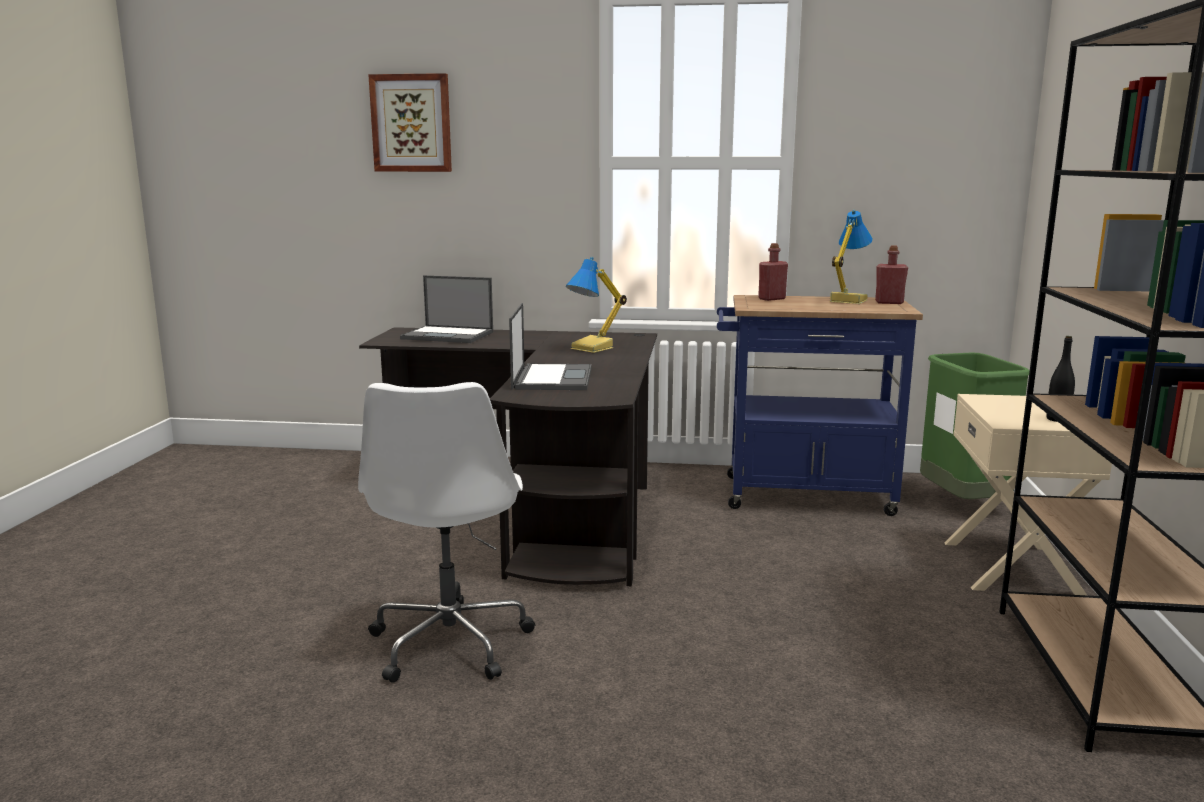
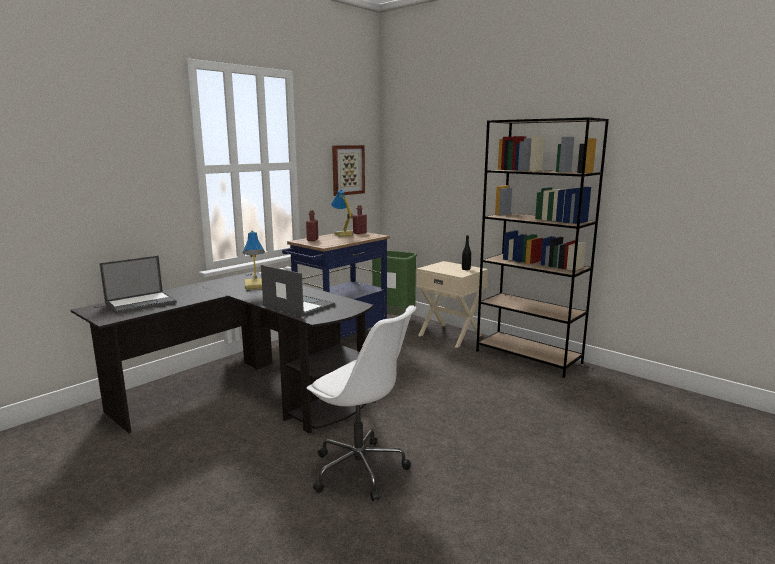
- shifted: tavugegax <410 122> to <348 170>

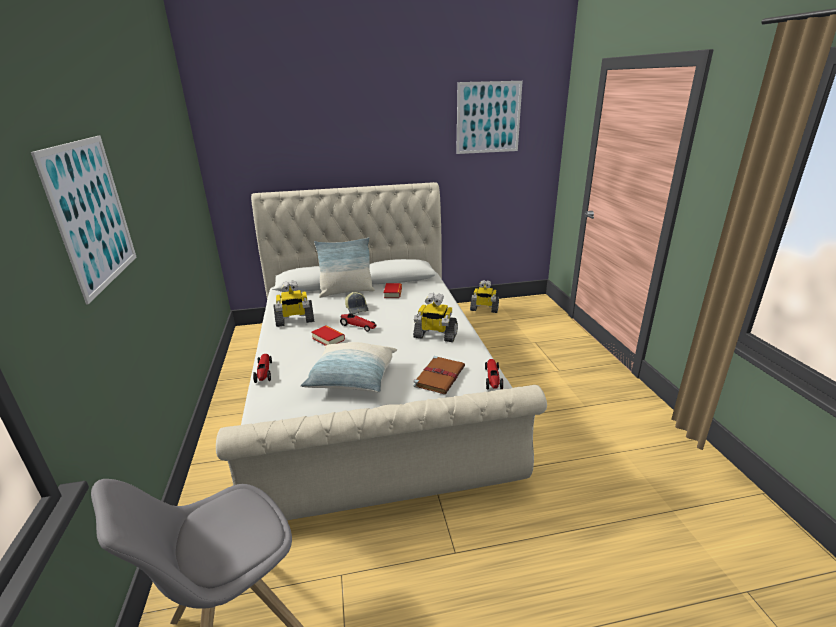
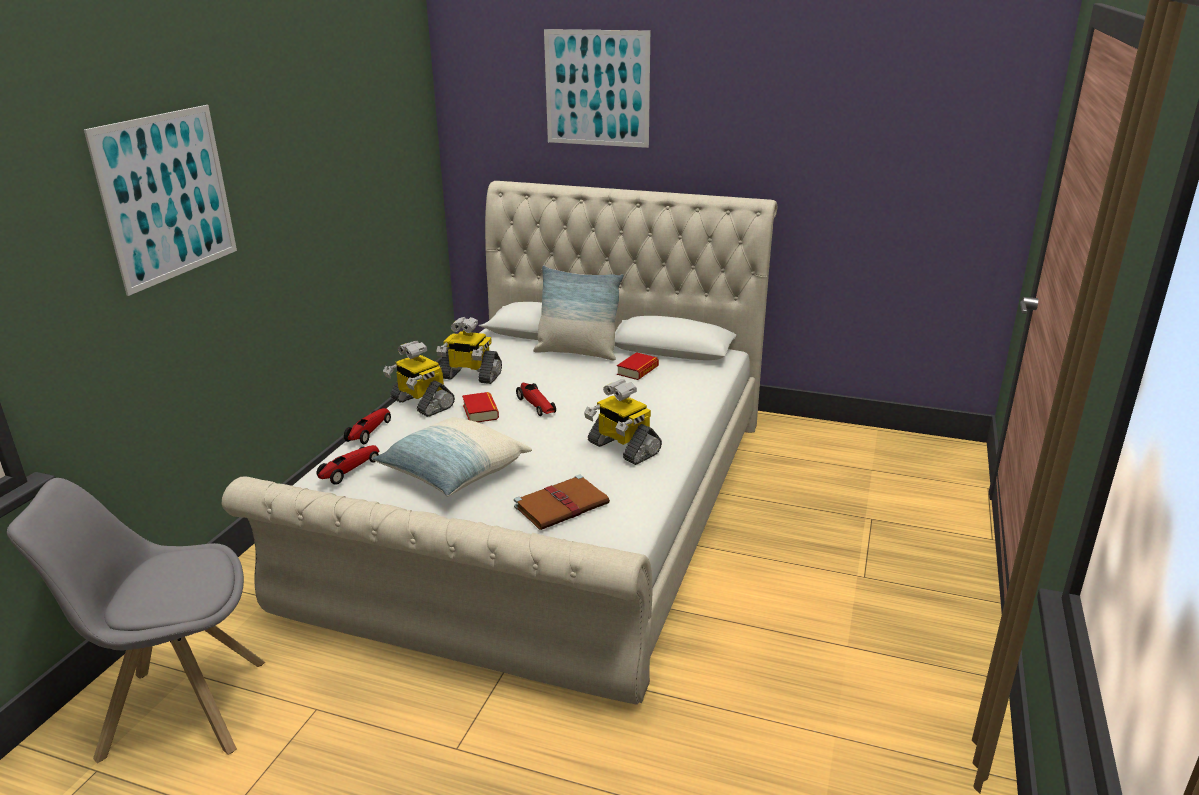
- gone: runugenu <356 303>
- shifted: tavugegax <489 117> to <597 88>
- shifted: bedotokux <484 296> to <419 379>
- shifted: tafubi <494 374> to <348 465>

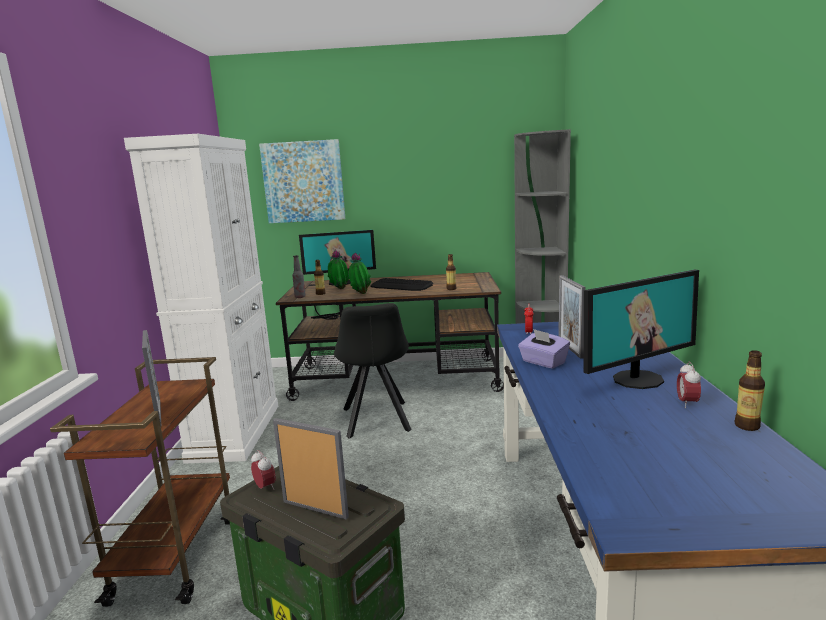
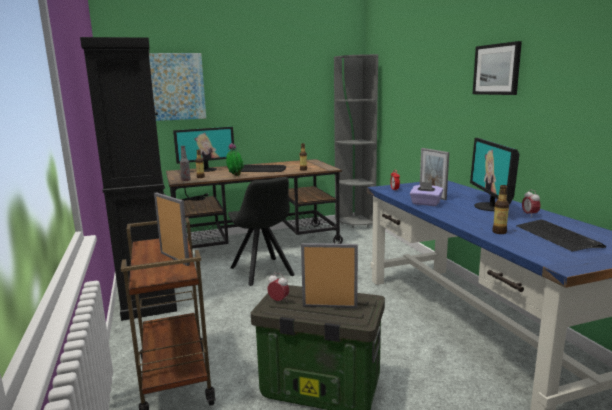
- gone: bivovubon <338 269>
- new: tavugegax <497 68>
- new: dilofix <561 235>
- shifted: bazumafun <750 390> to <500 209>
- repainted: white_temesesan <201 299> to black_temesesan <128 179>
- rotated: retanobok <641 329> = <495 174> 135 degrees clockwise

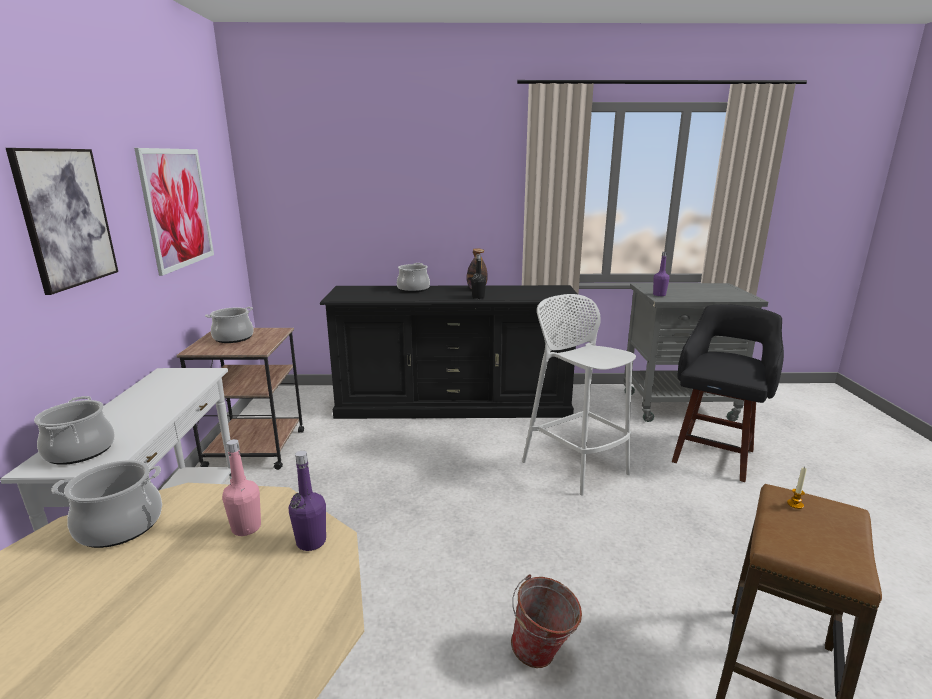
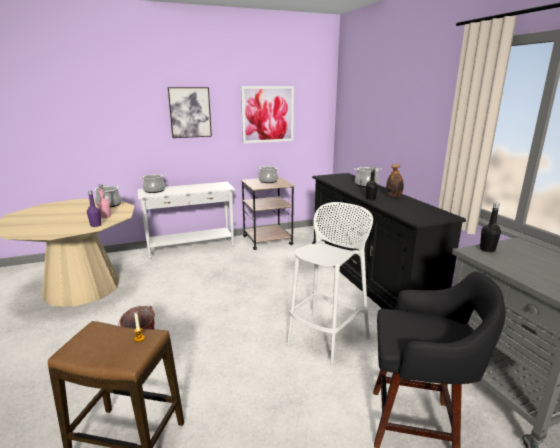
- repainted: purple_bazumafun <661 274> to black_bazumafun <490 227>

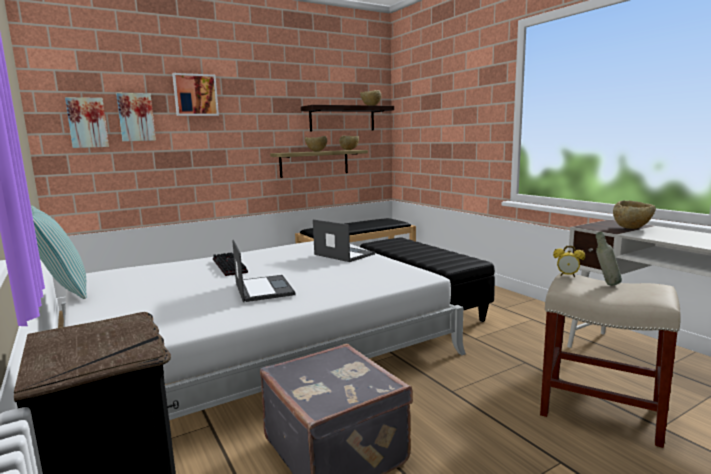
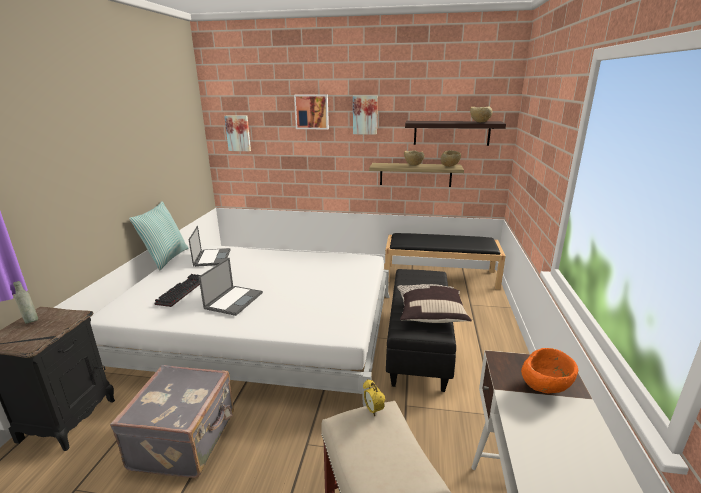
- new: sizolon <434 303>
- shifted: tavugegax <136 117> to <365 115>
- shifted: dilofix <230 264> to <177 290>
- shifted: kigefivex <344 241> to <209 246>
- shifted: grey_bazumafun <609 258> to <25 302>
- repainted: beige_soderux <634 214> to orange_soderux <549 371>

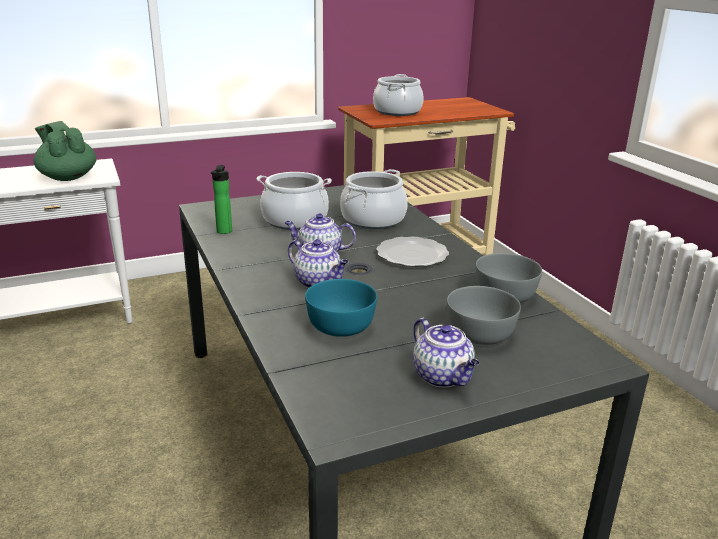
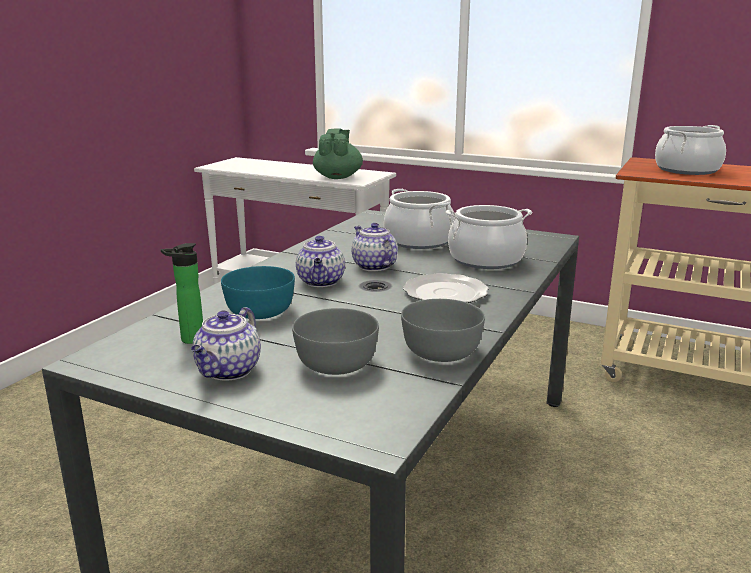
- shifted: bazumafun <221 199> to <182 293>

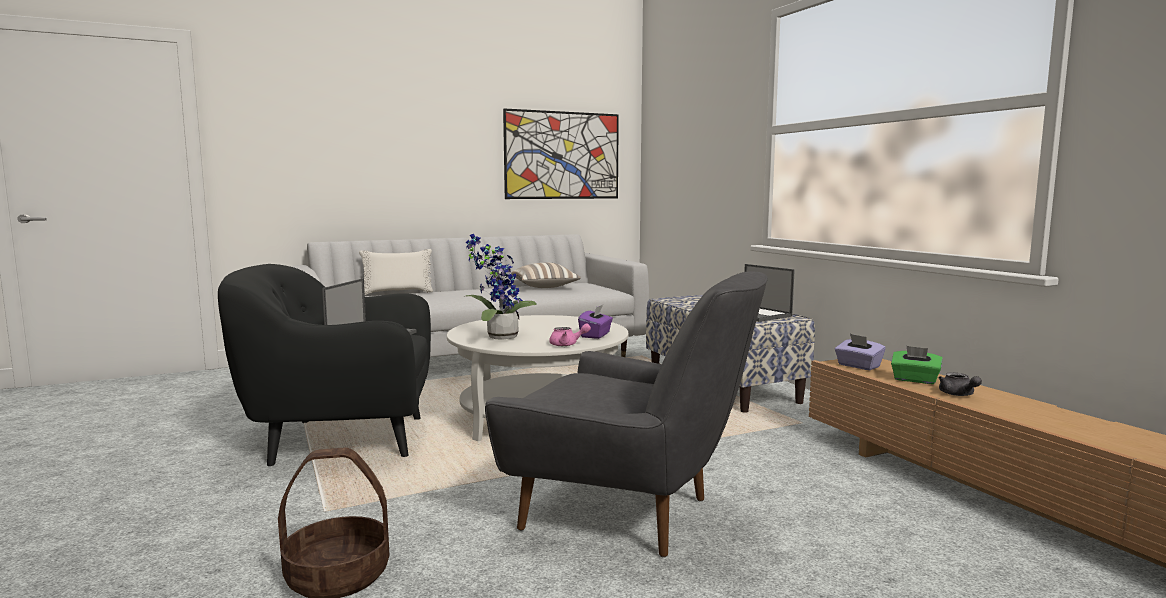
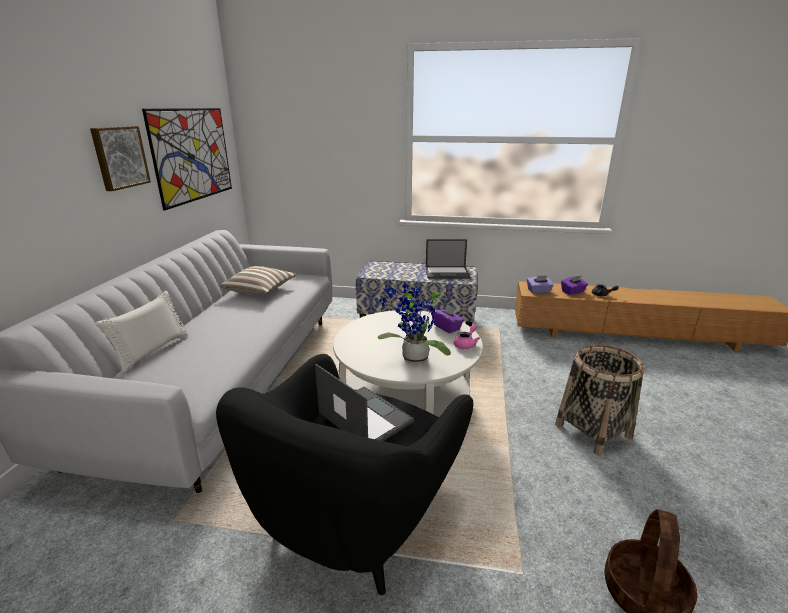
- new: tavugegax <120 158>
- swapped: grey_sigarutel <626 415> to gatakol <599 400>
- repainted: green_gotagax <917 365> to purple_gotagax <574 285>

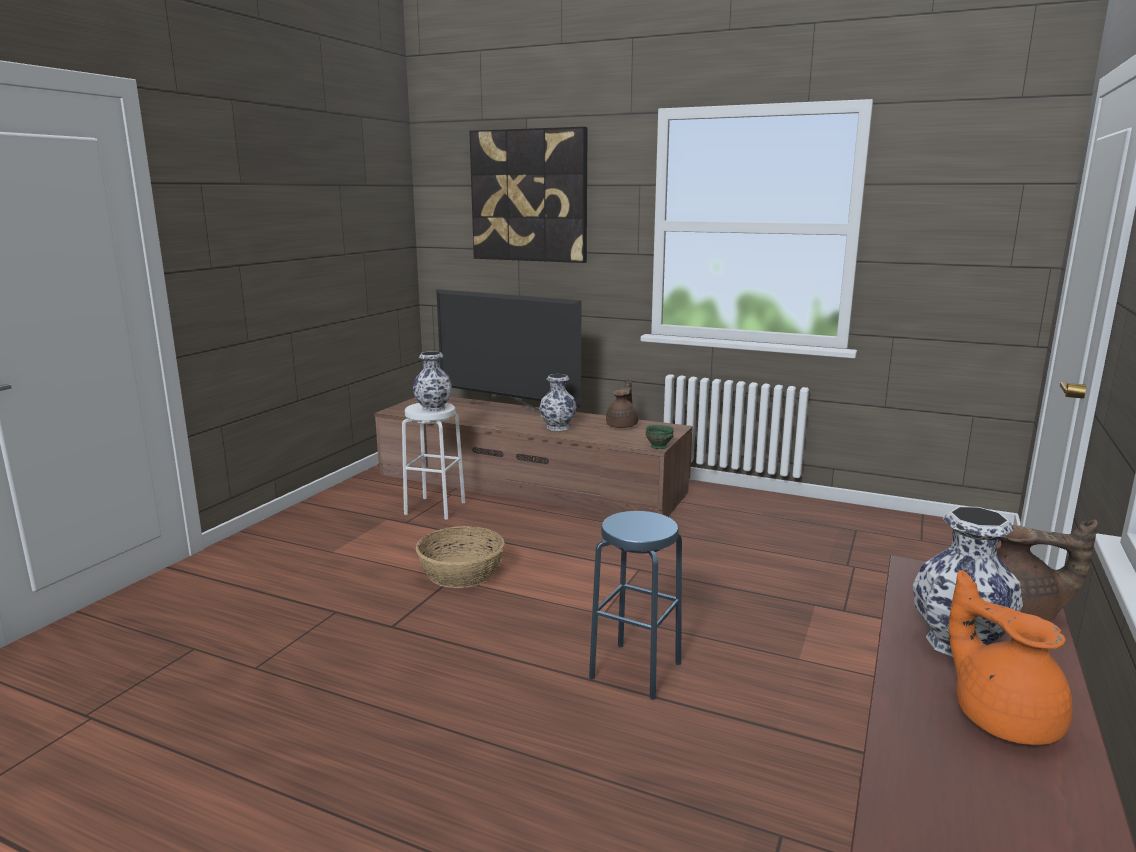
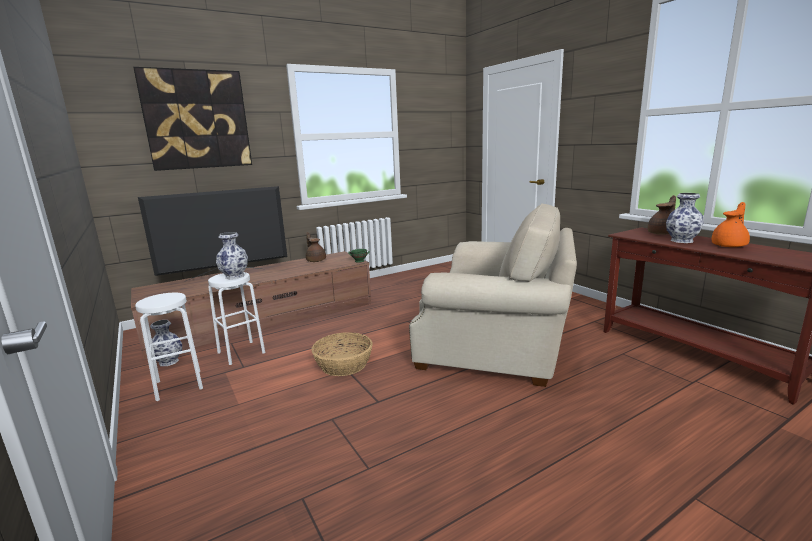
- new: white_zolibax <169 347>
- shifted: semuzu <558 402> to <166 343>
- swapped: blue_zolibax <635 605> to beige_sigarutel <493 295>
- rotated: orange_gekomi <1011 657> = <730 224> 135 degrees clockwise

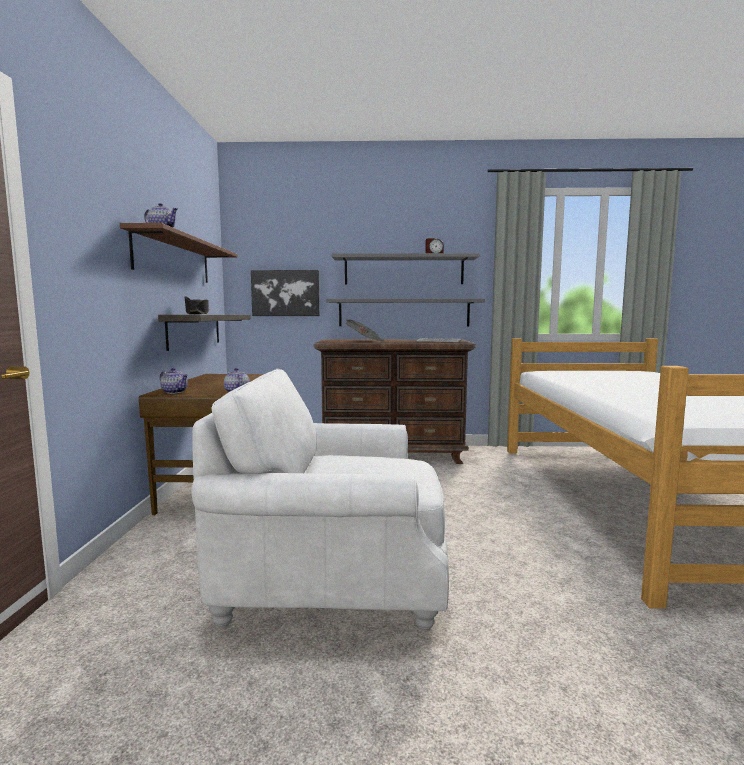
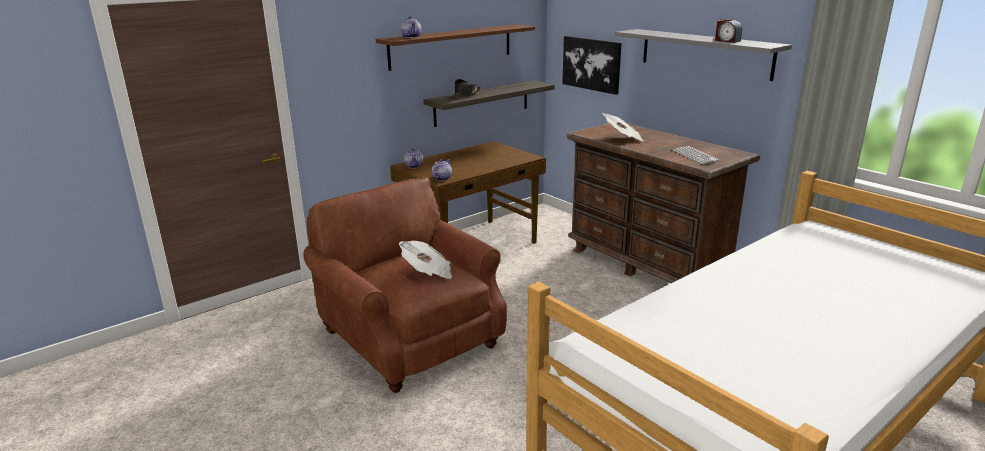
- gone: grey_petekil <405 312>
- new: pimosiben <425 260>
- repainted: white_sigarutel <320 500> to brown_sigarutel <405 285>

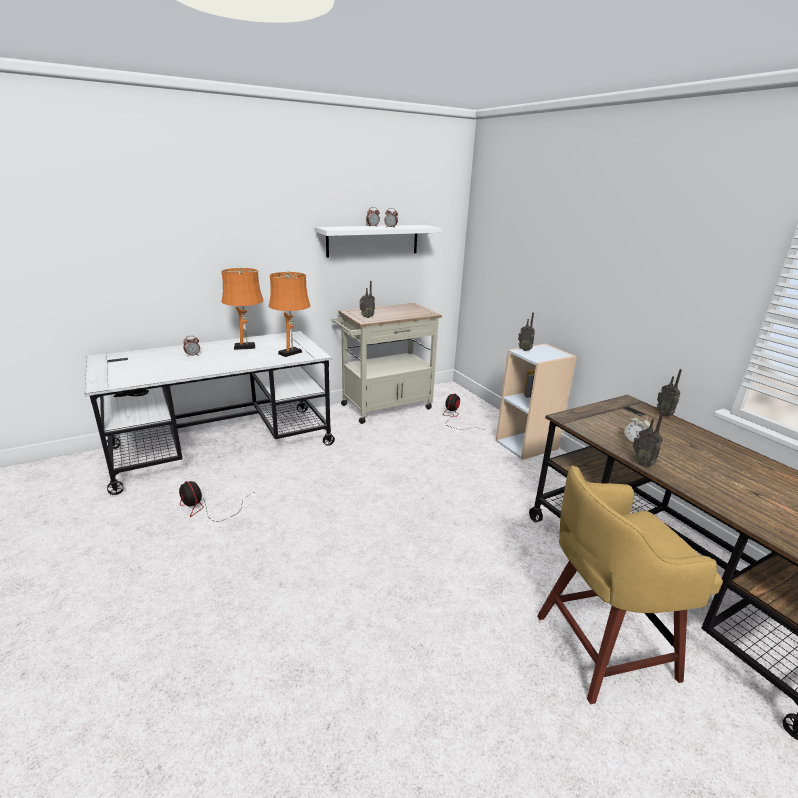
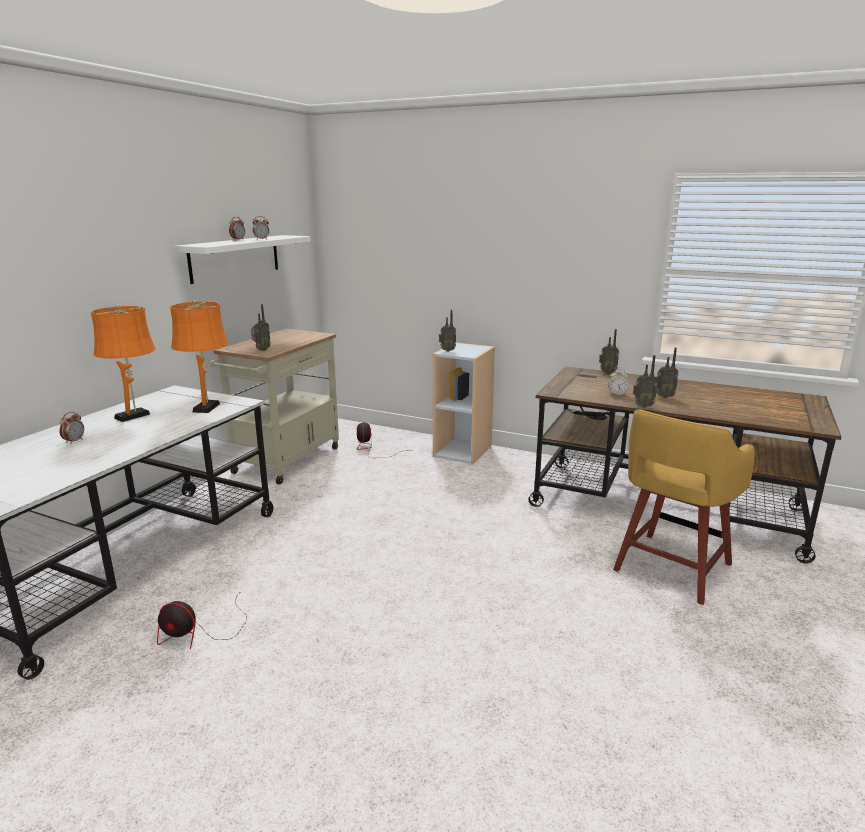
- new: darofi <667 373>

